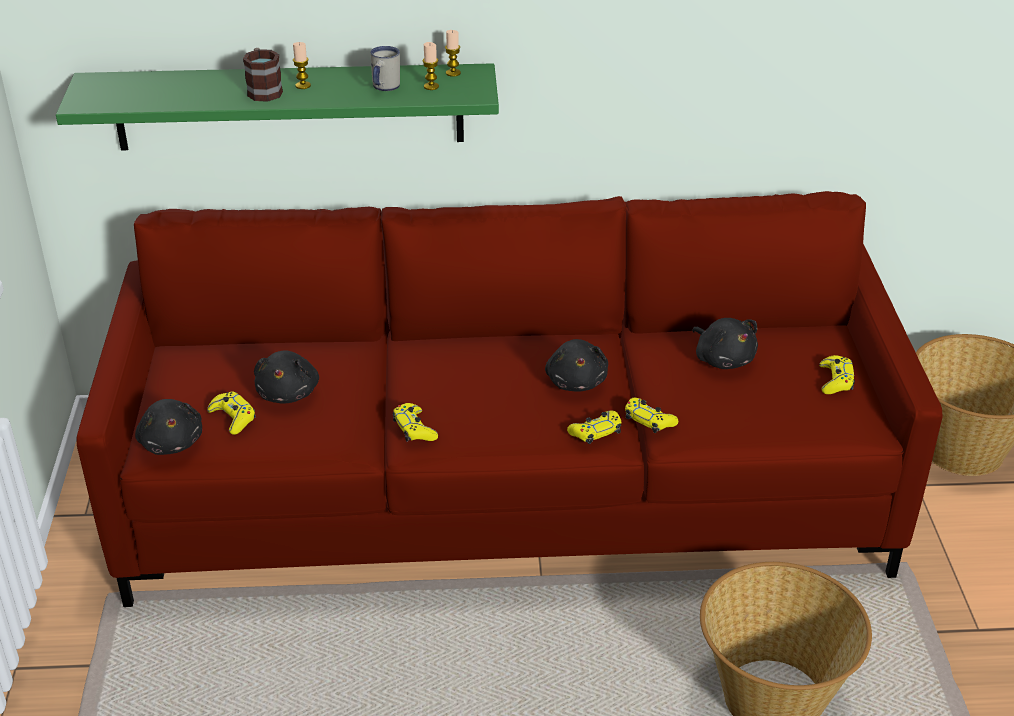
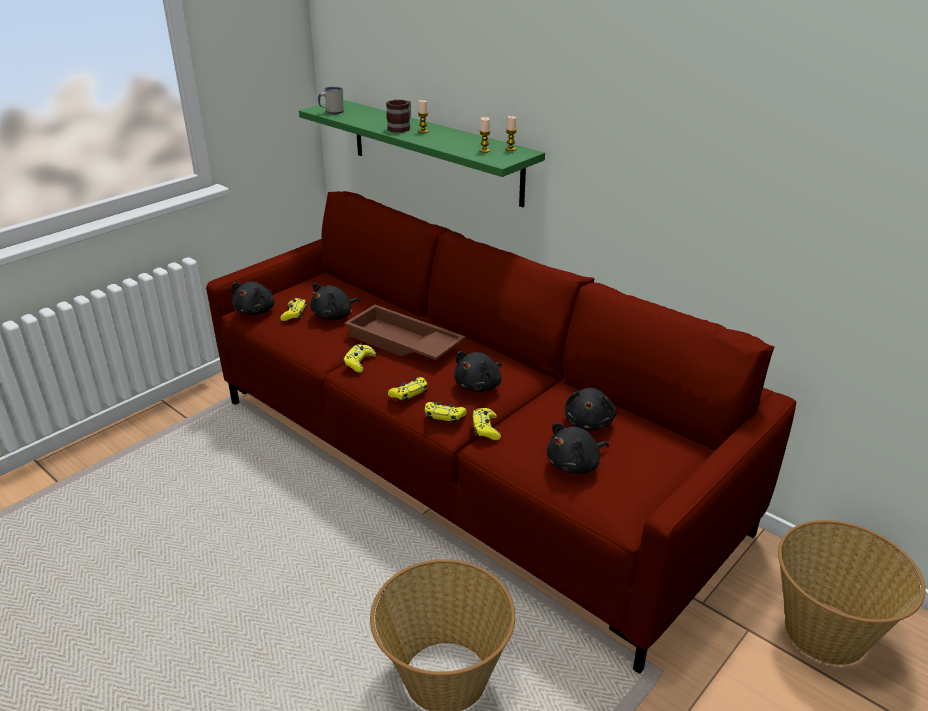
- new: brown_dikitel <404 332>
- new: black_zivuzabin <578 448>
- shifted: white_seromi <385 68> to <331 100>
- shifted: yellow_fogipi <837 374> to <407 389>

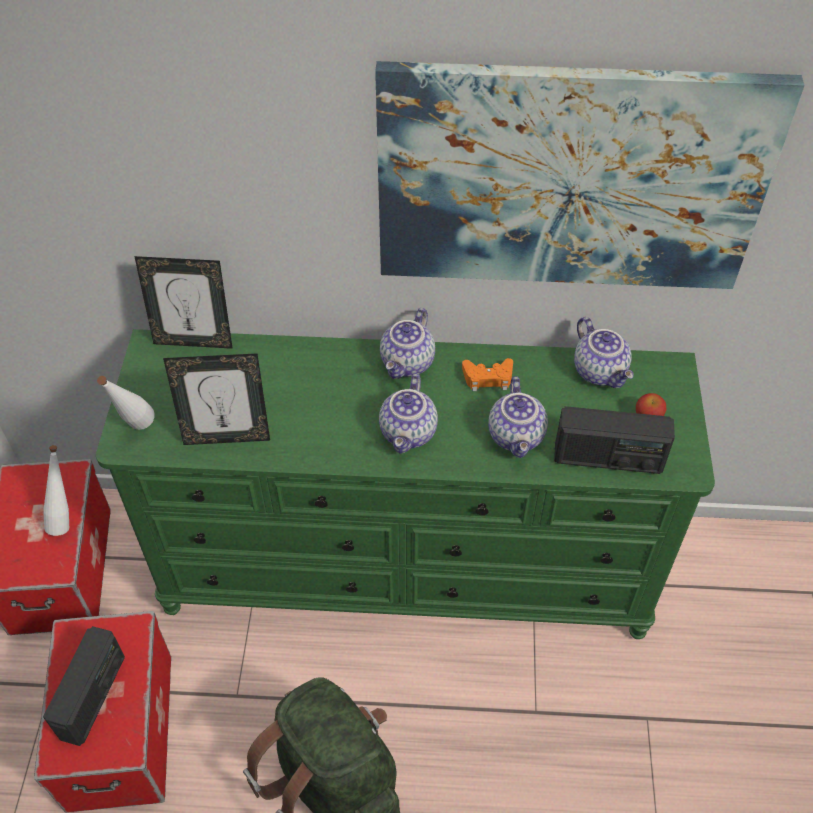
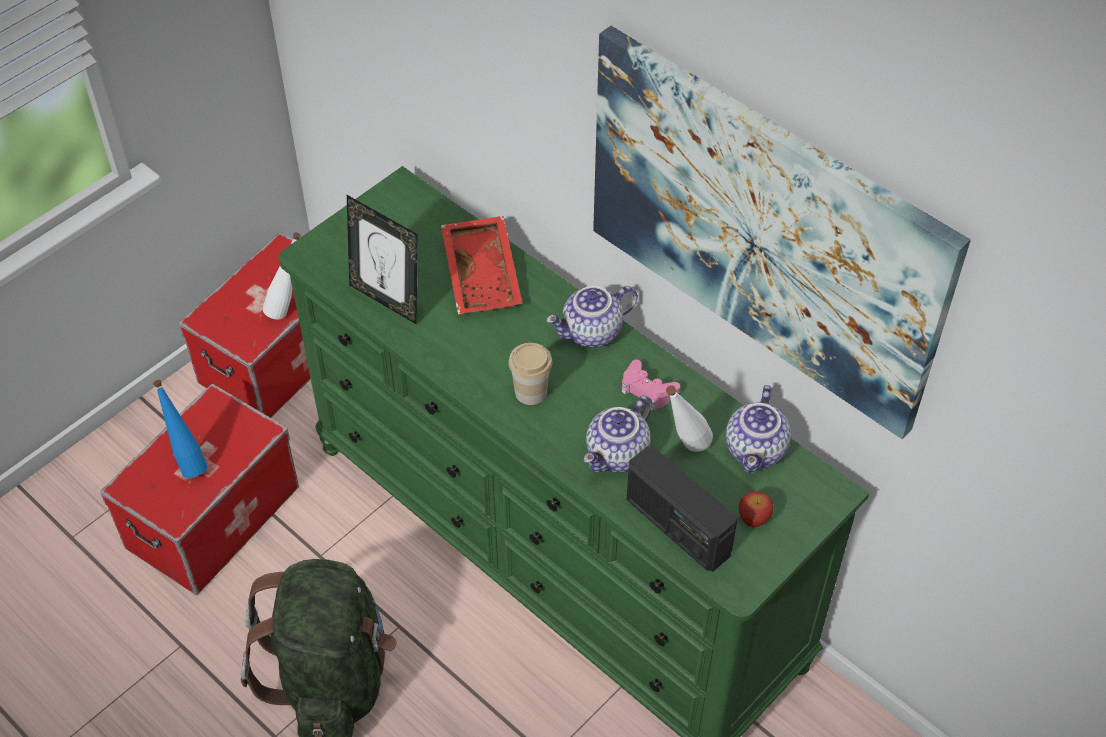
- gone: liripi <183 302>
- new: red_dikitel <482 265>
- shifted: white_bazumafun <126 403> to <689 418>
- swapped: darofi <84 686> to blue_bazumafun <180 429>
- swapped: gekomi <408 413> to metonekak <530 374>
- repainted: orange_fogipi <487 374> to pink_fogipi <650 385>

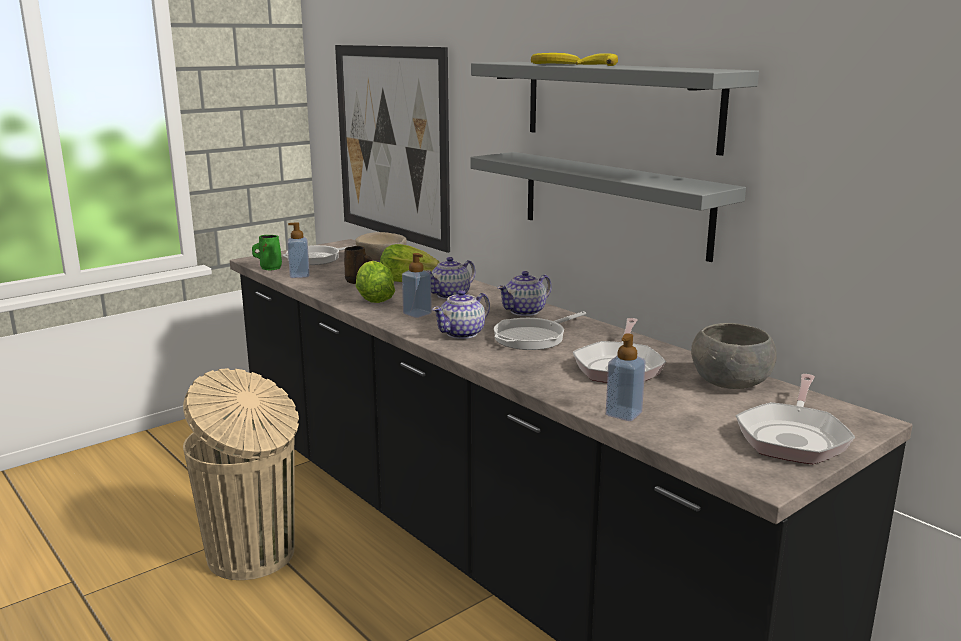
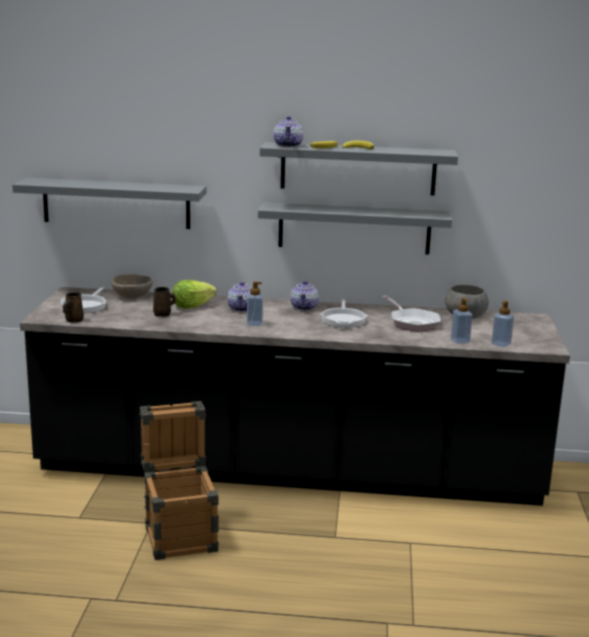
- gone: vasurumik <375 282>
- gone: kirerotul <795 419>
- shifted: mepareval <298 250> to <502 324>
- shifted: gekomi <461 314> to <288 131>
- swapped: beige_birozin <241 474> to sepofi <179 480>
- swapped: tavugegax <392 149> to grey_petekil <109 203>
- repainted: green_seromi <267 253> to brown_seromi <73 307>

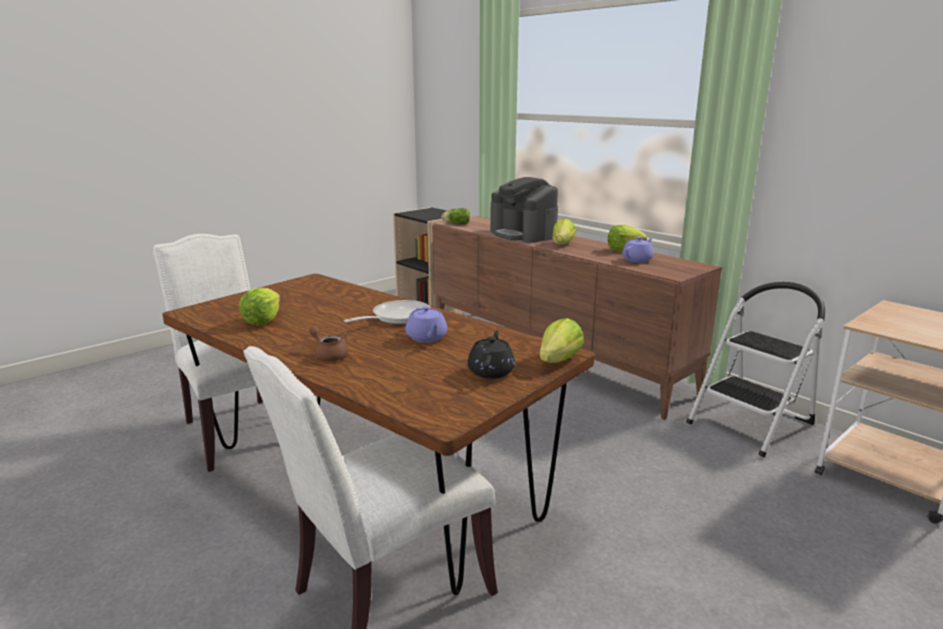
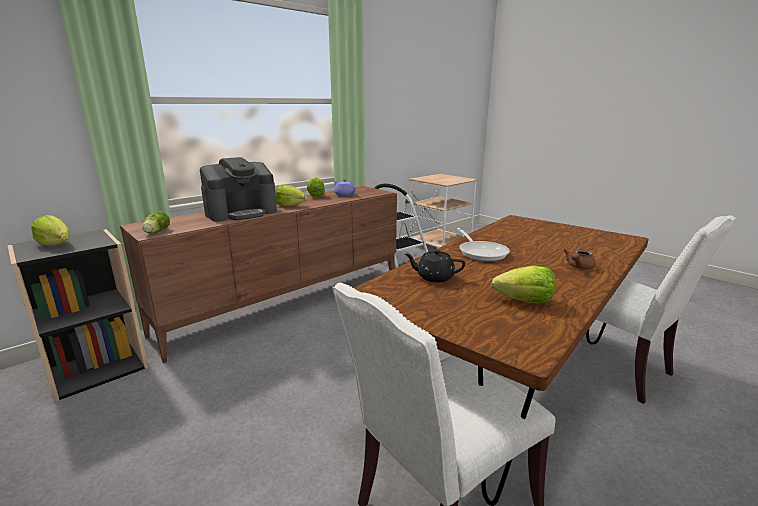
- gone: purple_gekomi <426 324>
- shifted: black_gekomi <491 355> to <435 265>
- shifted: vasurumik <562 340> to <50 230>
- rotated: kirerotul <387 312> = <483 244> 150 degrees counterclockwise

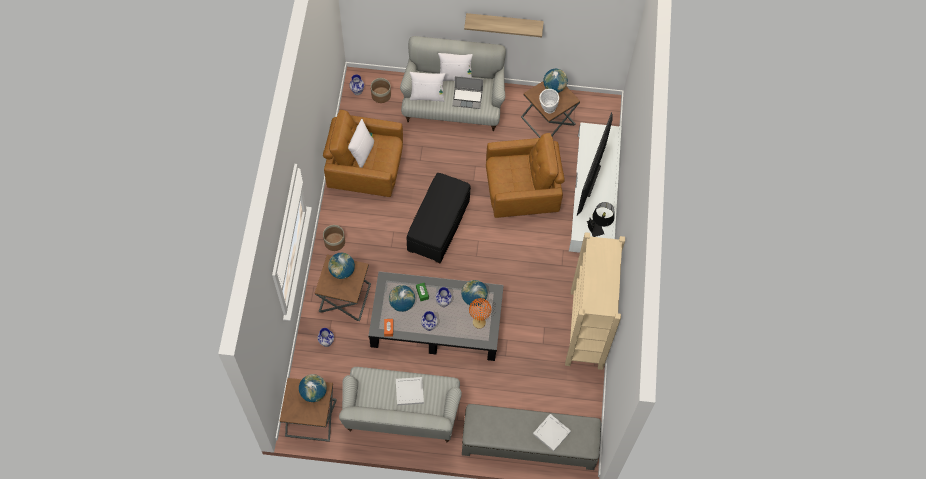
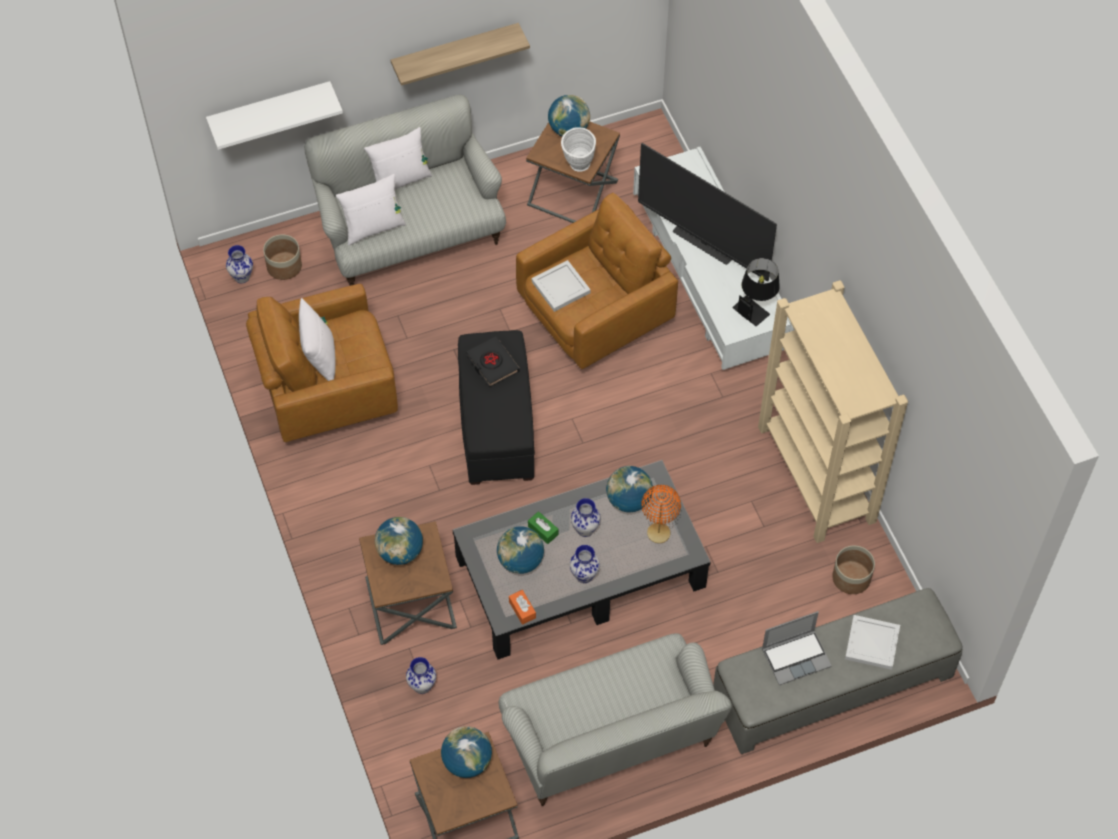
- new: white_petekil <274 115>
- new: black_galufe <493 361>
- shifted: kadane <334 238> to <853 570>
- shifted: white_dikitel <410 391> to <561 286>
- shifted: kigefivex <467 92> to <797 648>
- rotated: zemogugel <594 164> = <707 212> 45 degrees counterclockwise

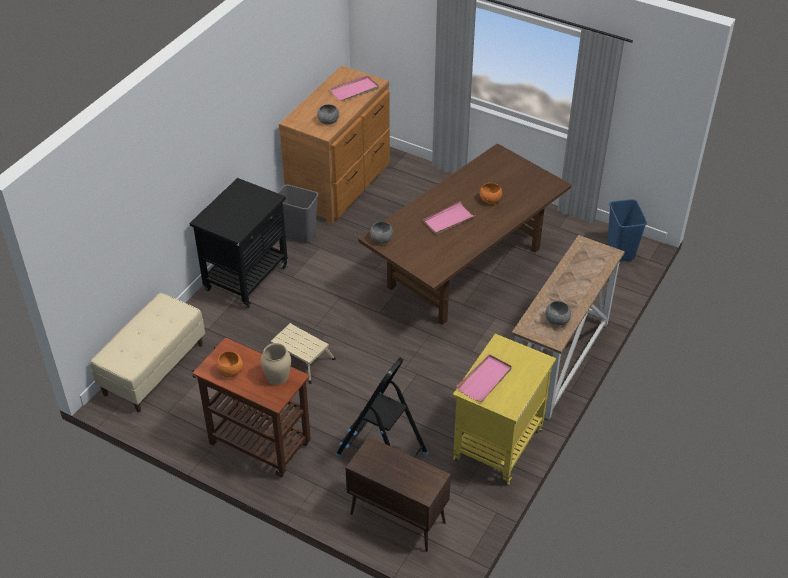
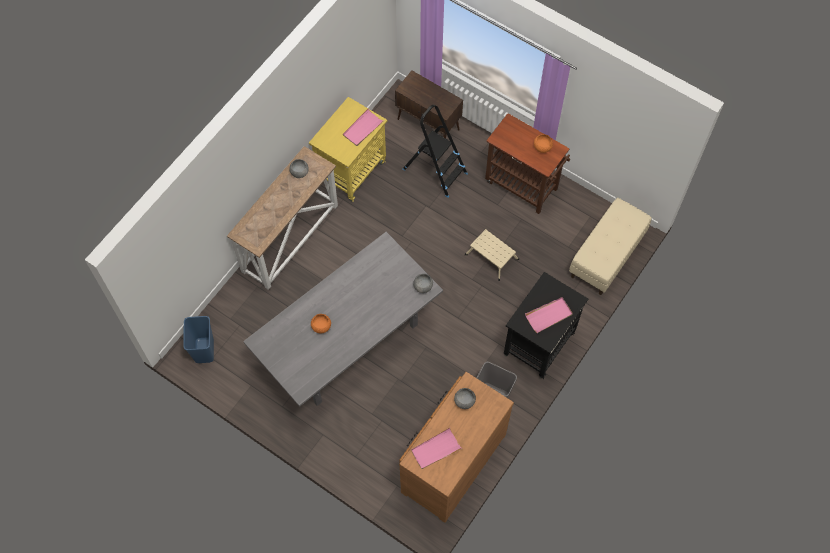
- gone: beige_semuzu <276 364>
- shifted: pink_dikitel <449 218> to <549 315>
- repainted: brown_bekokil <465 234> to grey_bekokil <343 319>

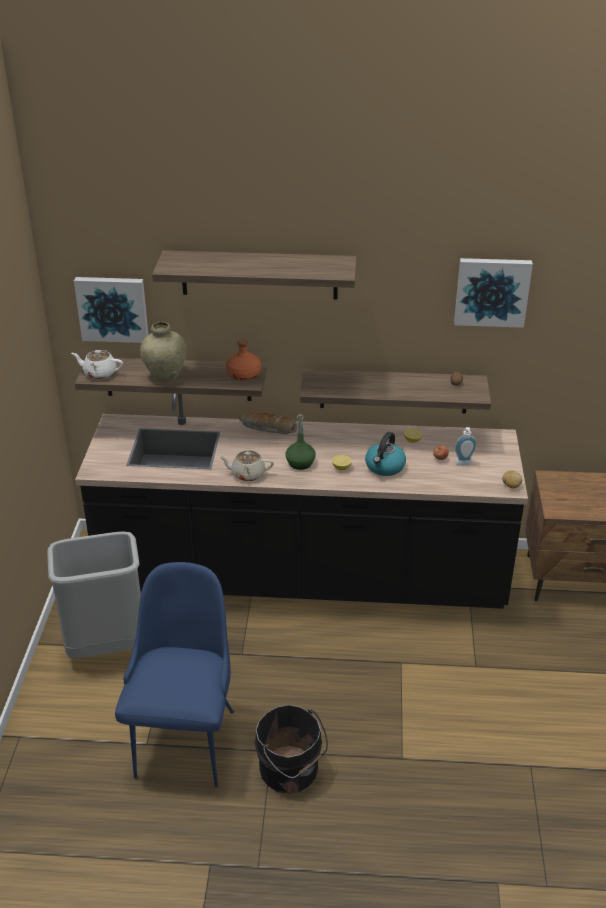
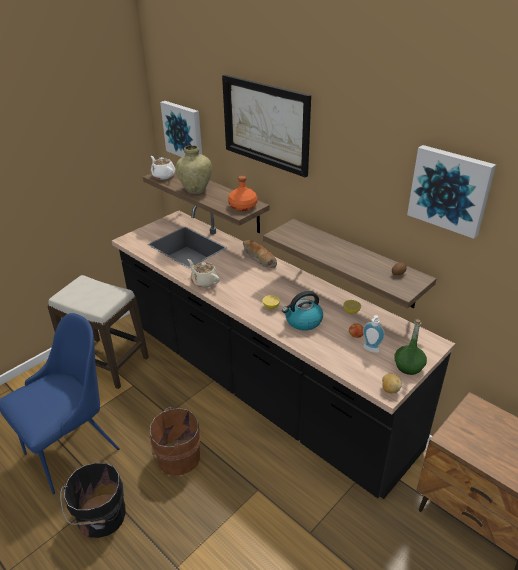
- new: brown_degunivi <175 441>
- shifted: green_bazumafun <300 442> to <410 347>
- swapped: grey_birozin <94 594> to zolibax <98 332>
- swapped: petekil <254 275> to tavugegax <266 126>

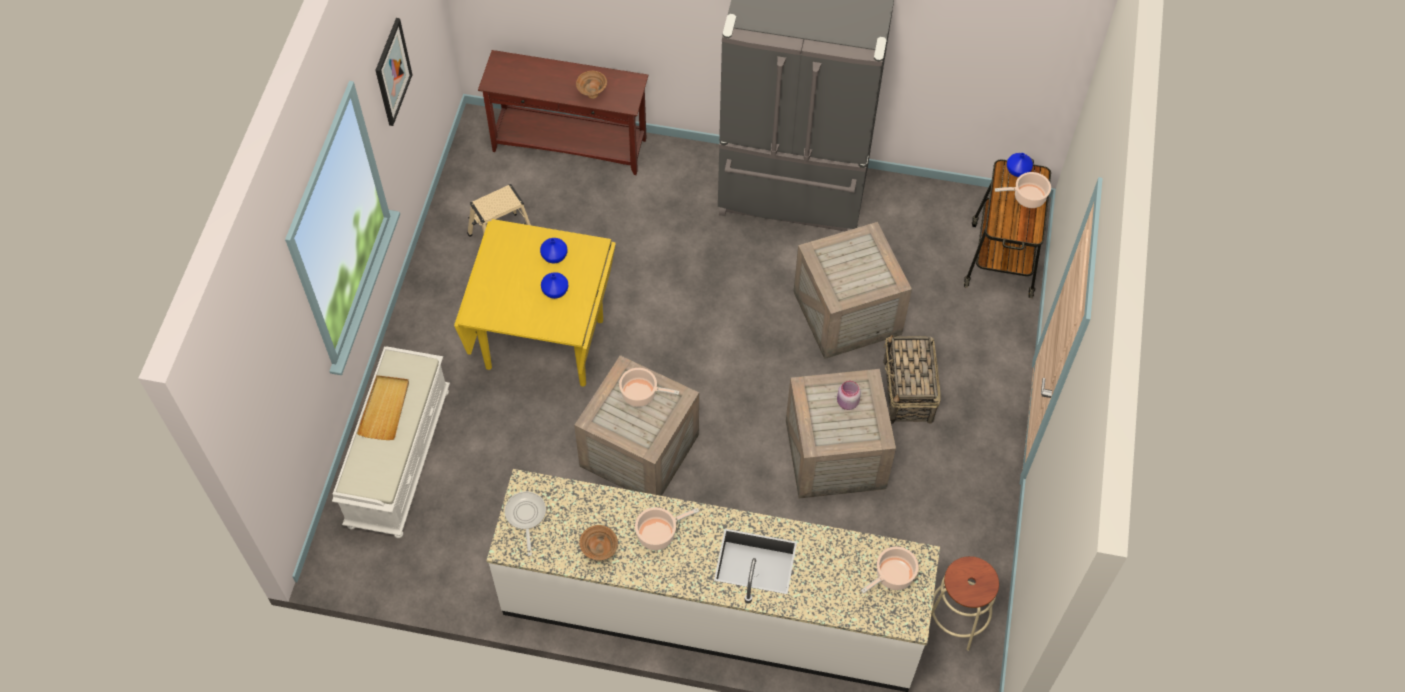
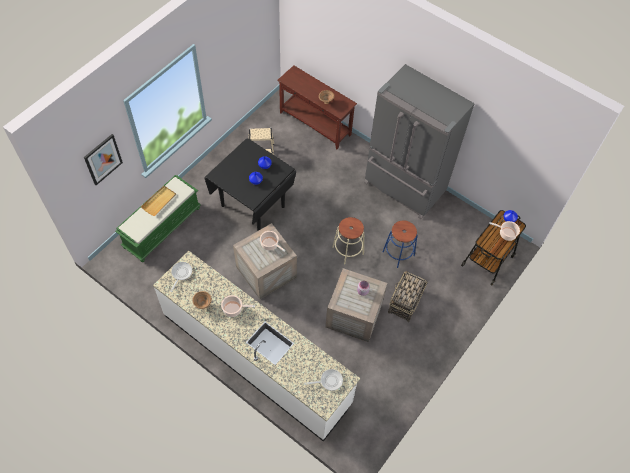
- shifted: tavugegax <394 72> to <103 159>
- shifted: beige_zolibax <965 603> to <348 240>
- swapped: sepofi <853 290> to blue_zolibax <399 244>
- swapped: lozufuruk <890 570> to kirerotul <323 380>
- repainted: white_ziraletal <391 442> to green_ziraletal <158 218>
- repainted: yellow_bekokil <535 303> to black_bekokil <250 184>

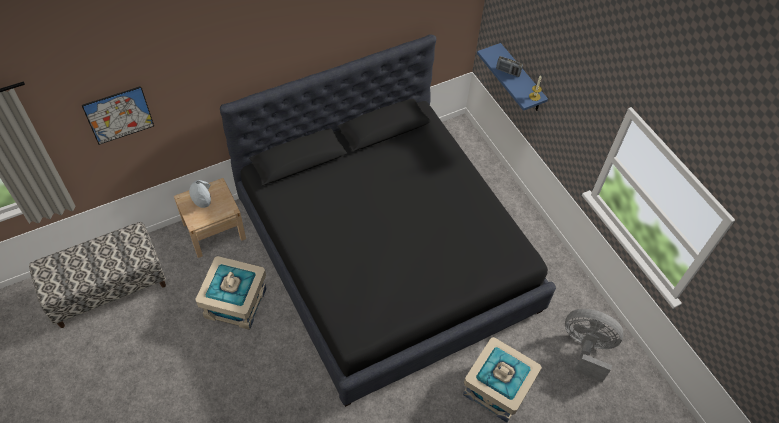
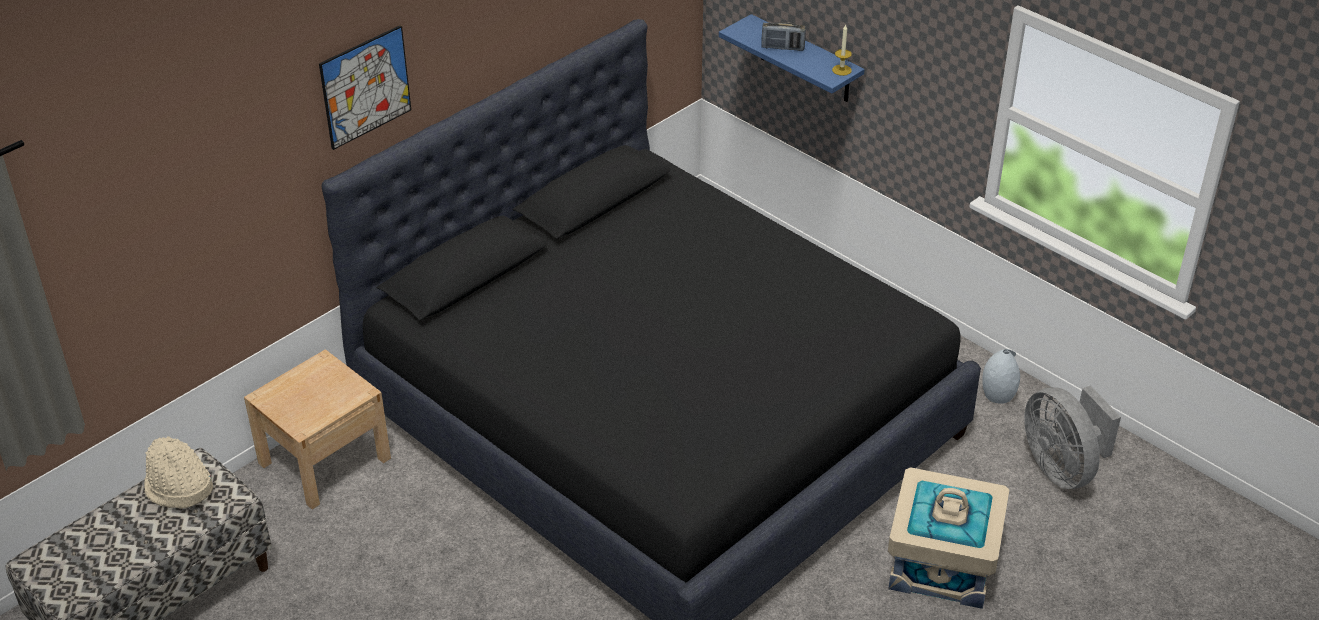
- gone: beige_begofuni <230 293>
- new: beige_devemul <178 472>
- shifted: tavugegax <118 115> to <365 87>
- shifted: grey_semuzu <200 194> to <1001 376>
- rotated: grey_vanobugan <594 345> = <1072 437> 120 degrees counterclockwise

